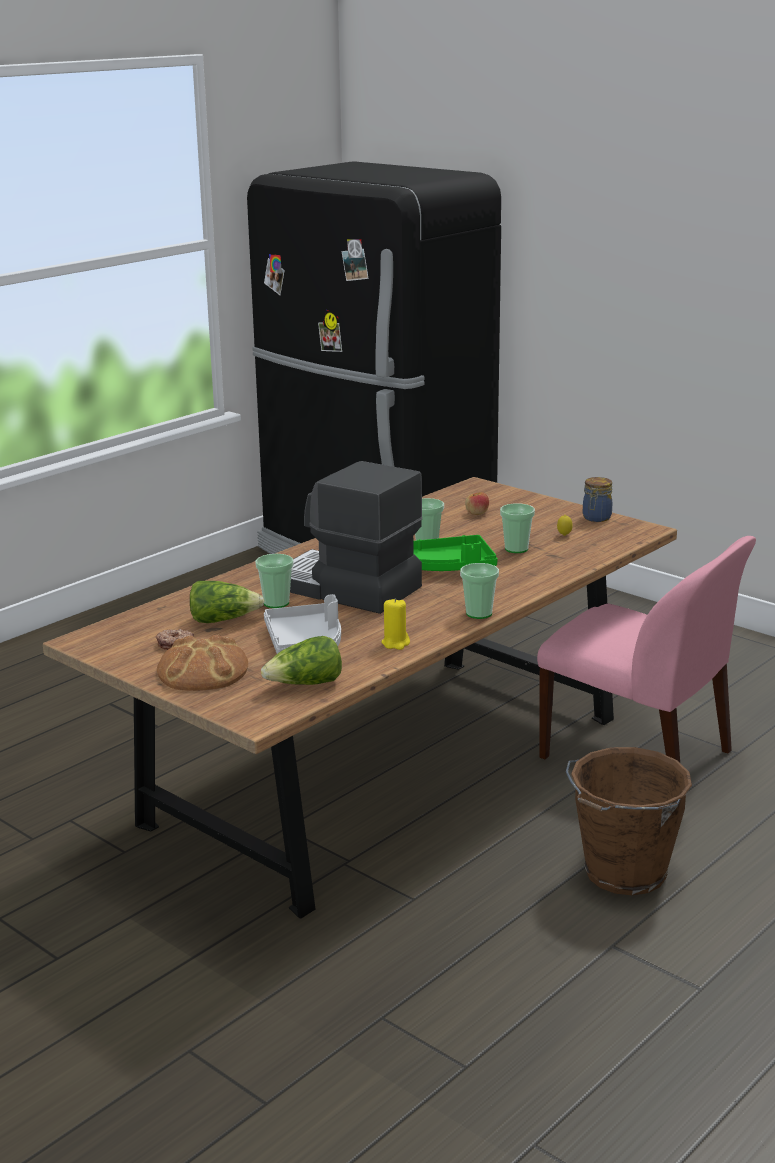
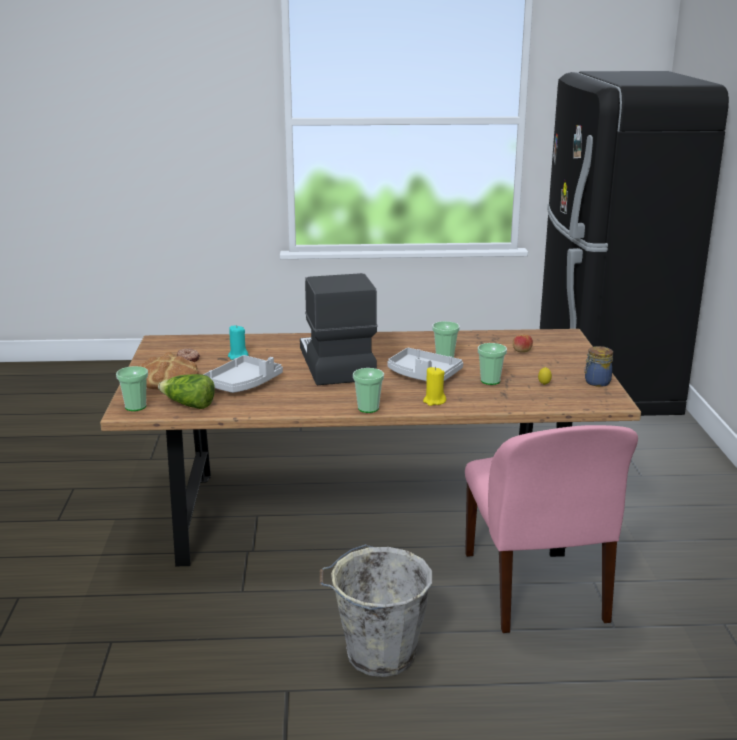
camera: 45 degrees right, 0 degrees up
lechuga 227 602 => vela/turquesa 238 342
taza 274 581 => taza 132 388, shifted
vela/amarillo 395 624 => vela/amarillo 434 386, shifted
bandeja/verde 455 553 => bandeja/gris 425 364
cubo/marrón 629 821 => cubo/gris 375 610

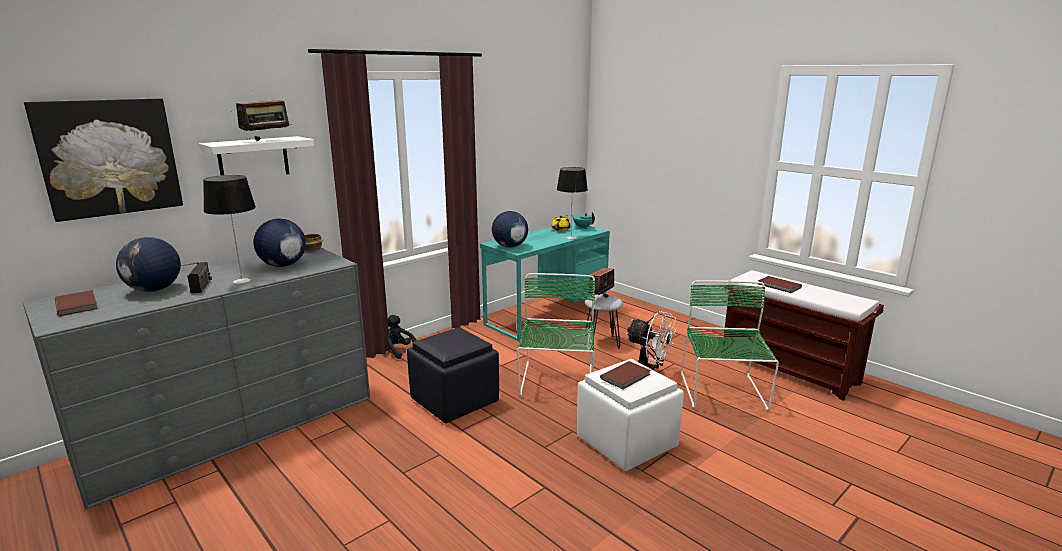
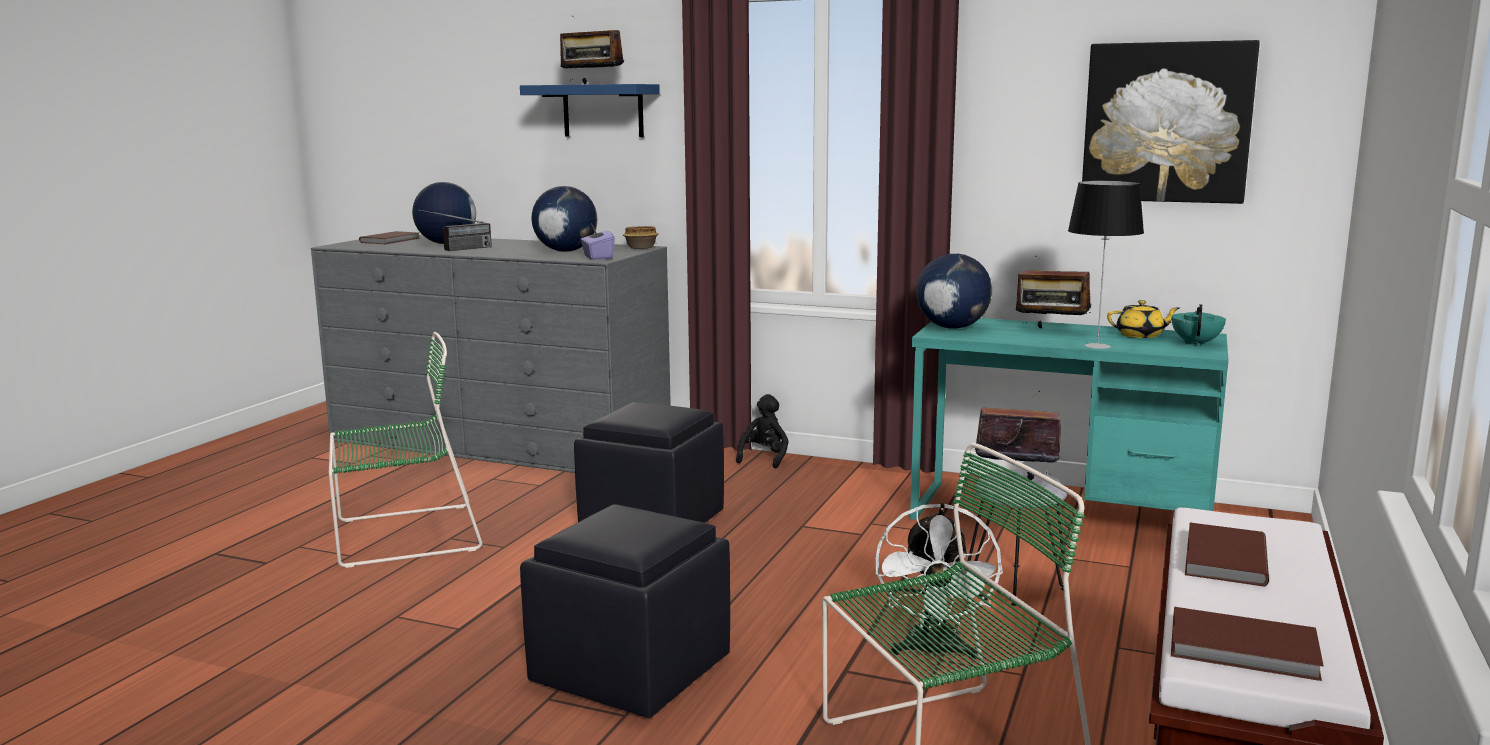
camera: 65 degrees right, 5 degrees down
cuadro 103 160 => cuadro 1171 122, shifted
estante/blanco 256 155 => estante/azul 590 110
lámpara de mesa 229 229 => nothing
silla/verde 556 334 => silla/verde 406 450, shifted
puf/blanco 630 415 => puf/negro 625 611
libro/marrón 625 375 => libro/marrón 1247 644, shifted
nothing => caja de pañuelos/morado 597 242
nothing => radio 1053 292

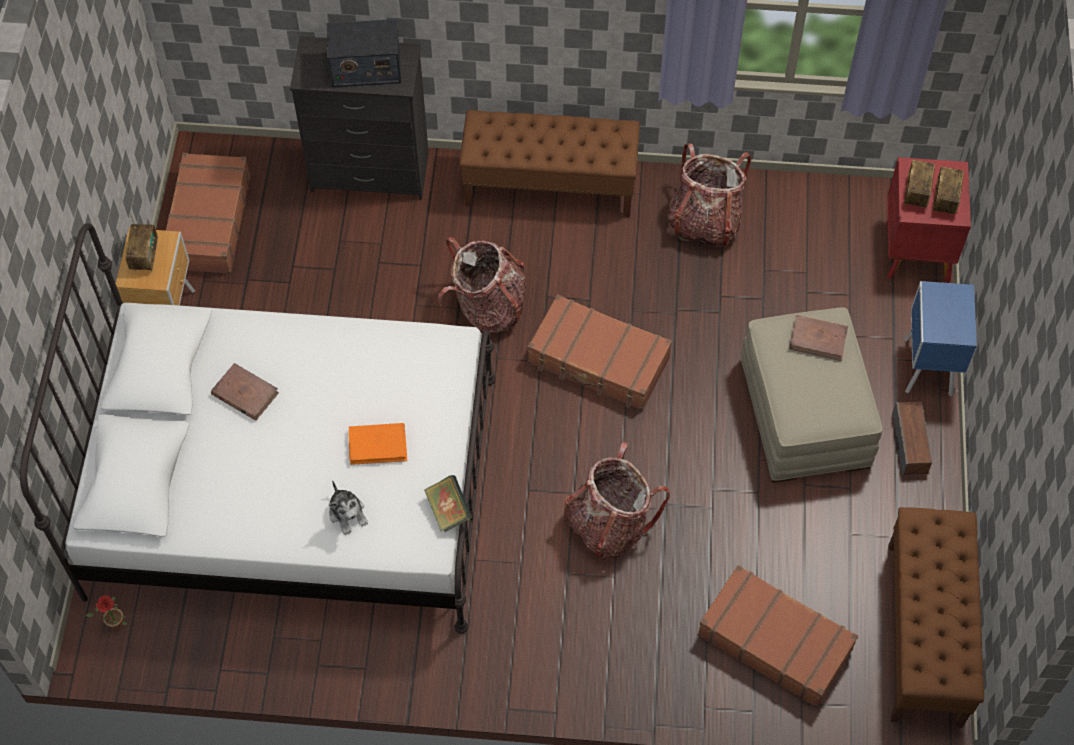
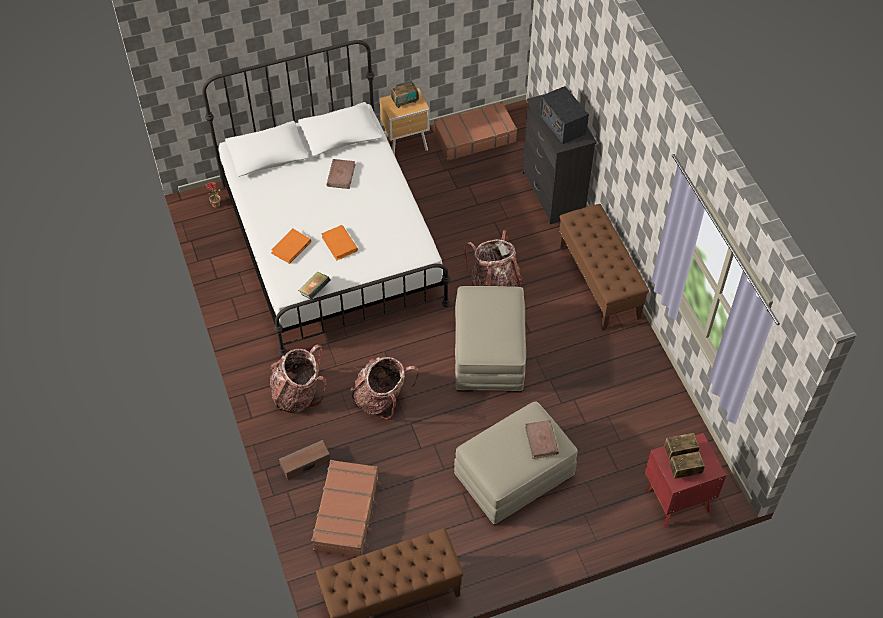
camera: 65 degrees right, 5 degrees down
peluche 348 507 => libro/naranja 291 246
maleta/marrón 600 352 => puf/beis 490 339
mochila 709 195 => mochila 298 378, shifted
altavoz 912 438 => altavoz 305 460, shifted
mesita de noche/azul 940 338 => nothing

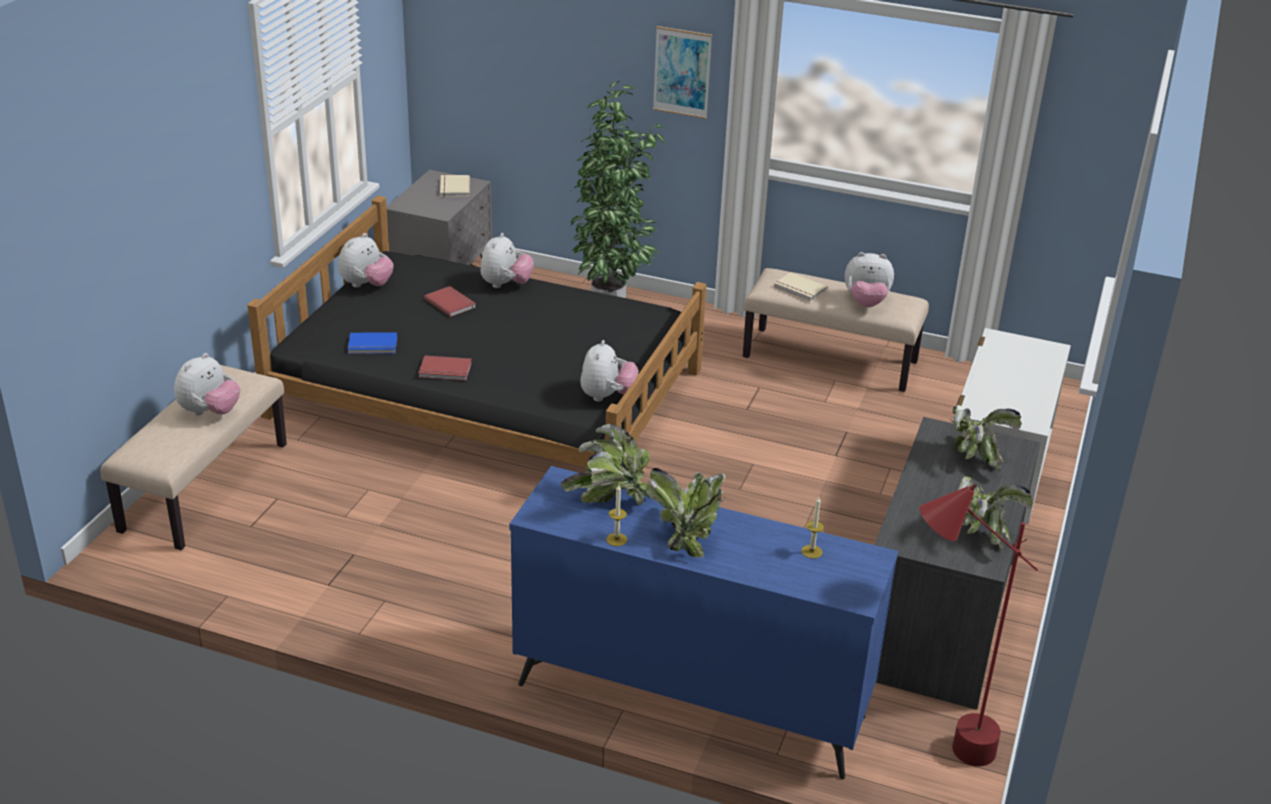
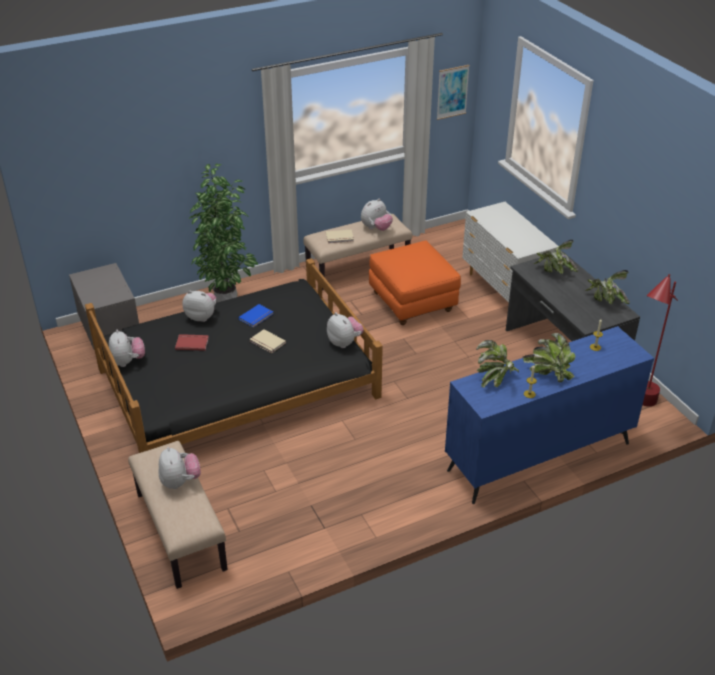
camera: 45 degrees left, 5 degrees up
libro/azul 372 343 => libro/azul 256 315, shifted
libro/rojo 445 368 => nothing
libro/beis 455 186 => libro/beis 268 341, shifted
peluche 507 260 => peluche 199 306, 45 degrees counterclockwise
cuadro 682 72 => cuadro 453 92, shifted
nothing => puf/naranja 415 283

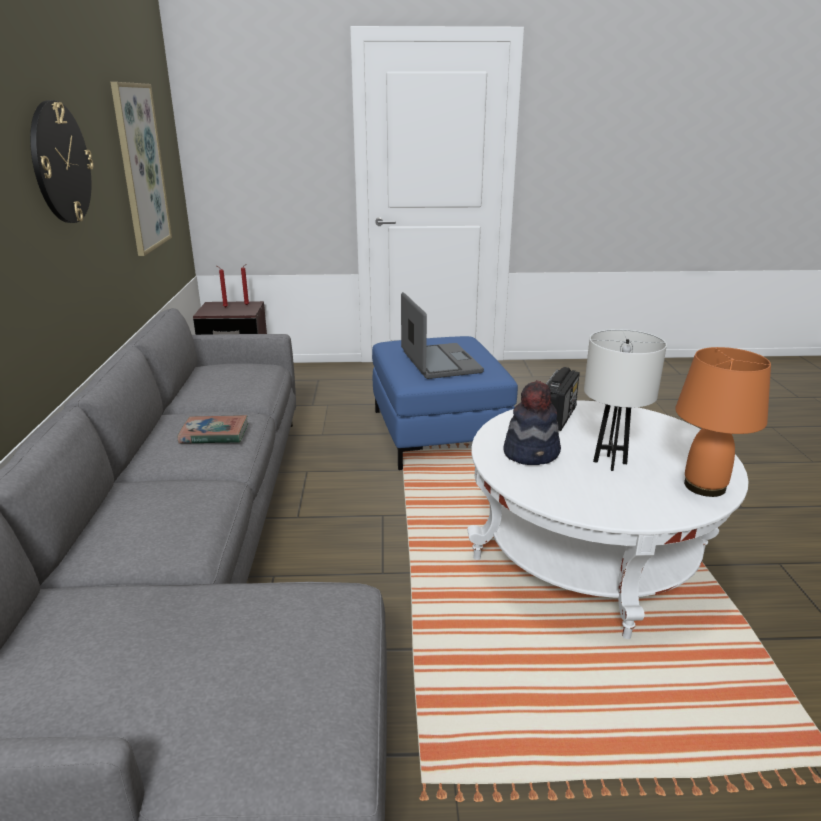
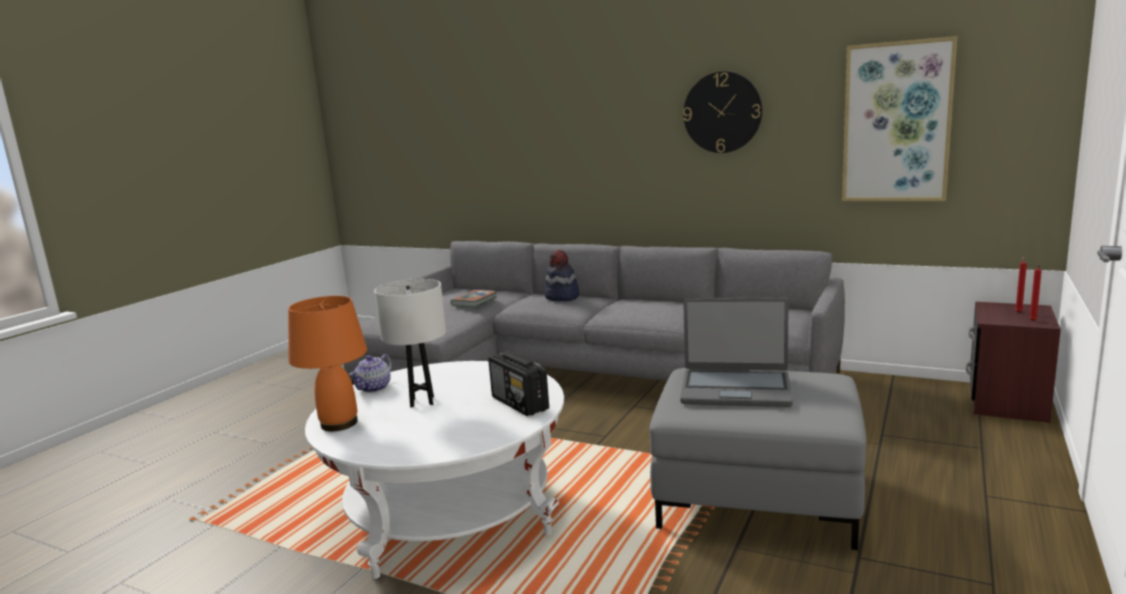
camera: 120 degrees right, 10 degrees down
libro 213 429 => libro 474 299, shifted
puf/azul 445 403 => puf/gris 758 459
sombrero 532 422 => sombrero 561 275, shifted
nothing => tetera 370 373

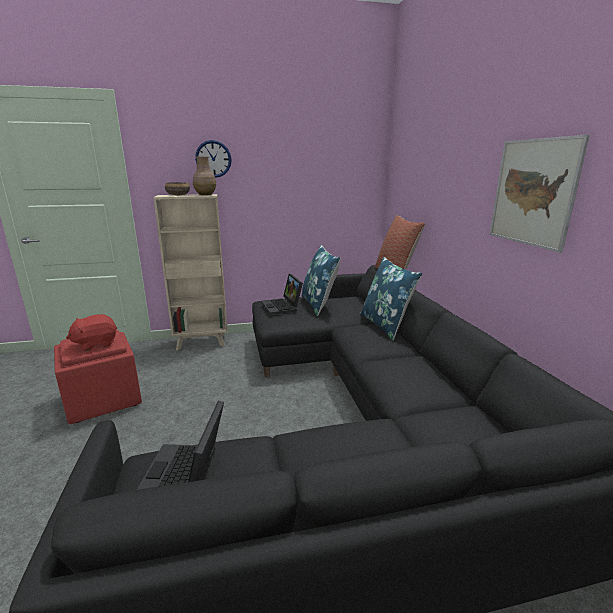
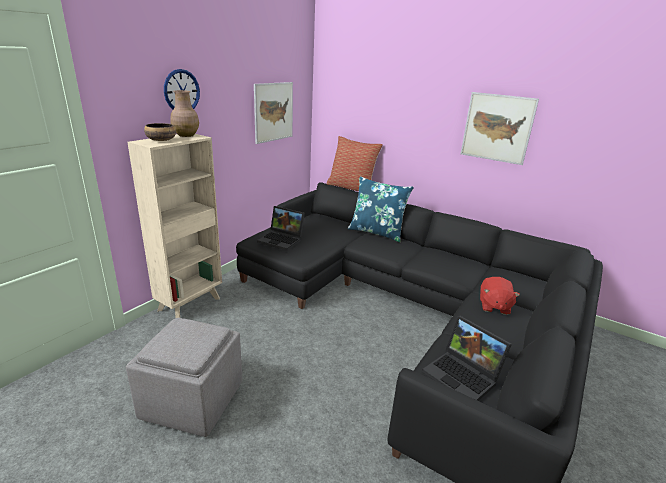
camera: 45 degrees left, 5 degrees up
puf/rojo 98 377 => puf/gris 184 377
peluche/rojo 91 332 => peluche/rojo 500 296, shifted
cojín/azul 321 280 => nothing
nothing => cuadro 273 113

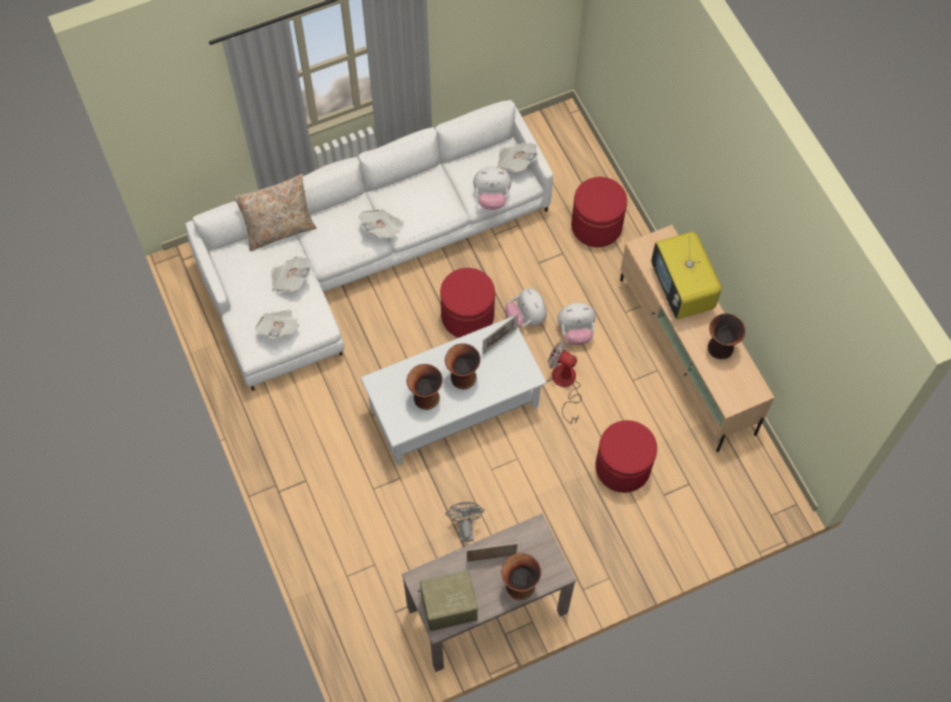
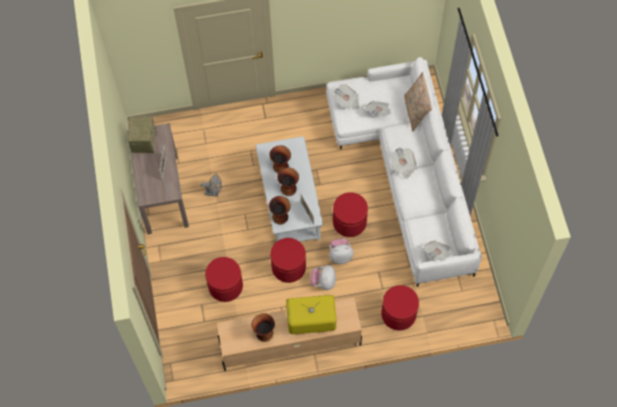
camera: 105 degrees right, 0 degrees up
peluche 492 188 => nothing
florero 521 576 => florero 280 210, shifted
ventilador 564 382 => puf/rojo 288 260

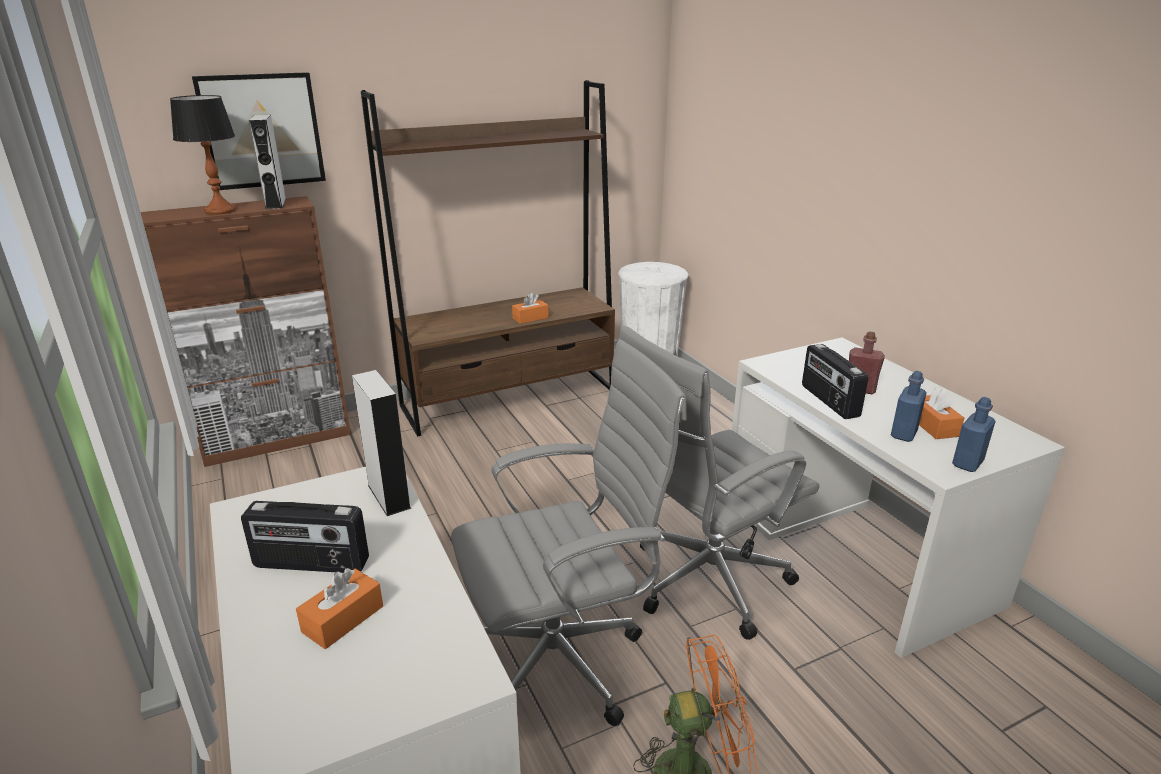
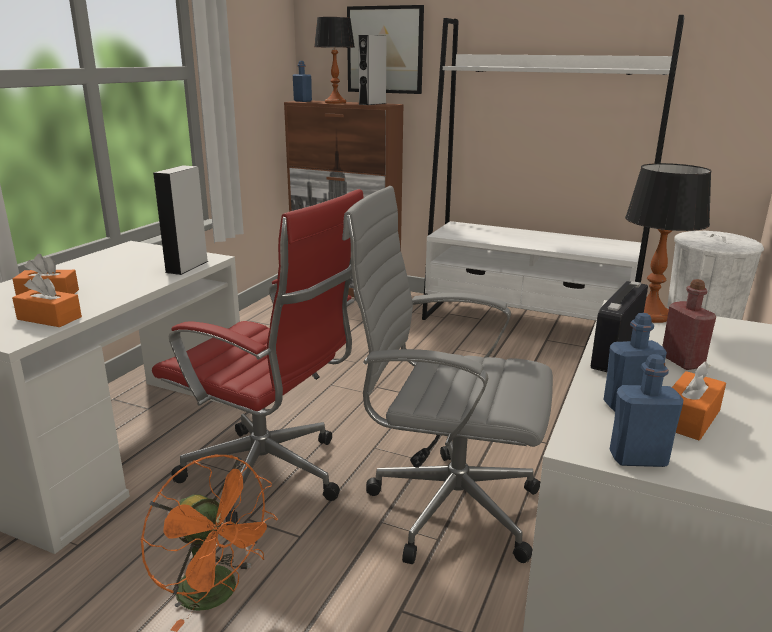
camera: 50 degrees right, 5 degrees down
radio 305 537 => nothing
estantería/marrón 488 258 => estantería/blanco 553 167
silla de oficina/gris 569 533 => silla de oficina/rojo 258 357
caja de pañuelos/naranja 530 308 => caja de pañuelos/naranja 47 300, shifted
nothing => botella/azul 302 81
nothing => lámpara de mesa 668 243

